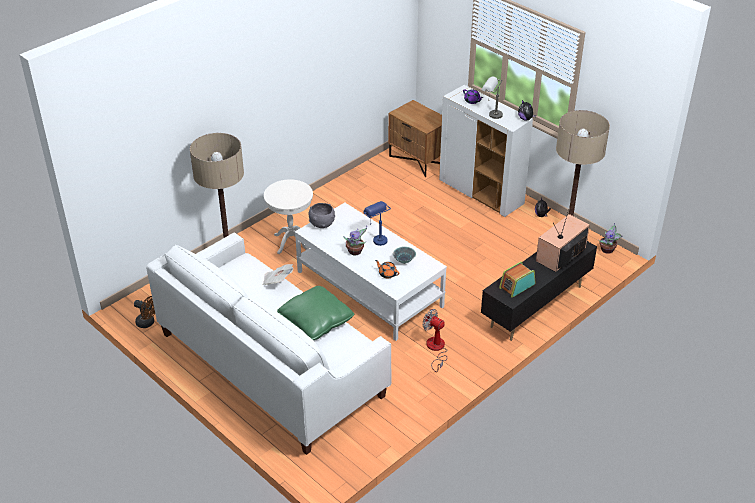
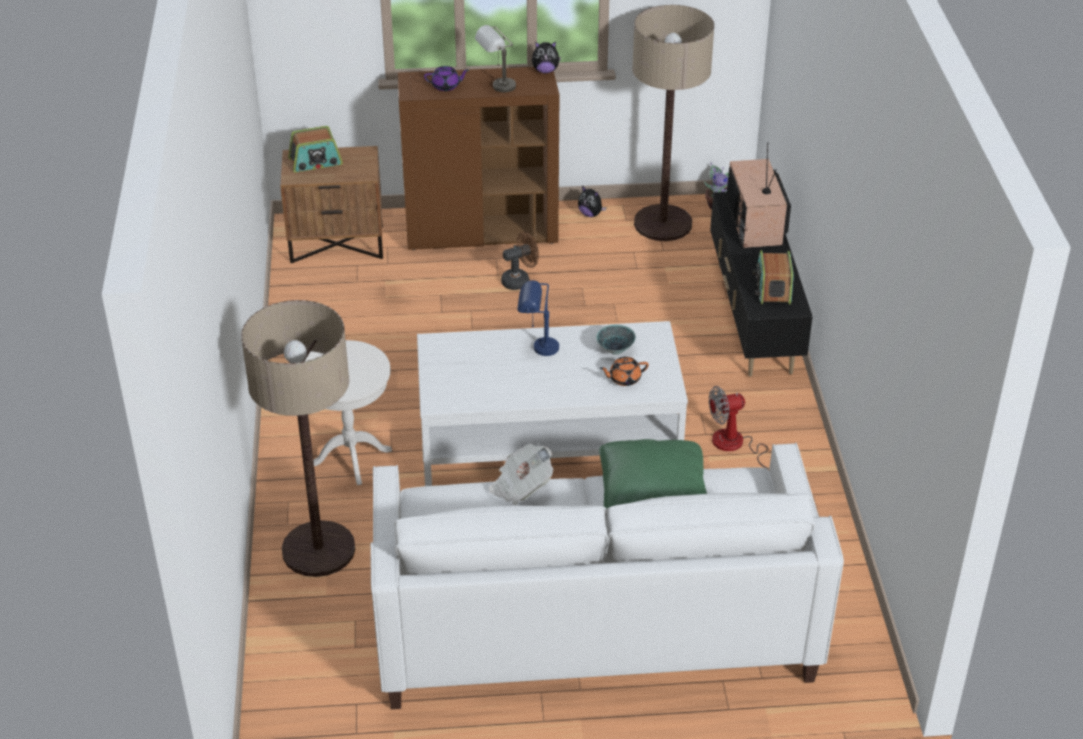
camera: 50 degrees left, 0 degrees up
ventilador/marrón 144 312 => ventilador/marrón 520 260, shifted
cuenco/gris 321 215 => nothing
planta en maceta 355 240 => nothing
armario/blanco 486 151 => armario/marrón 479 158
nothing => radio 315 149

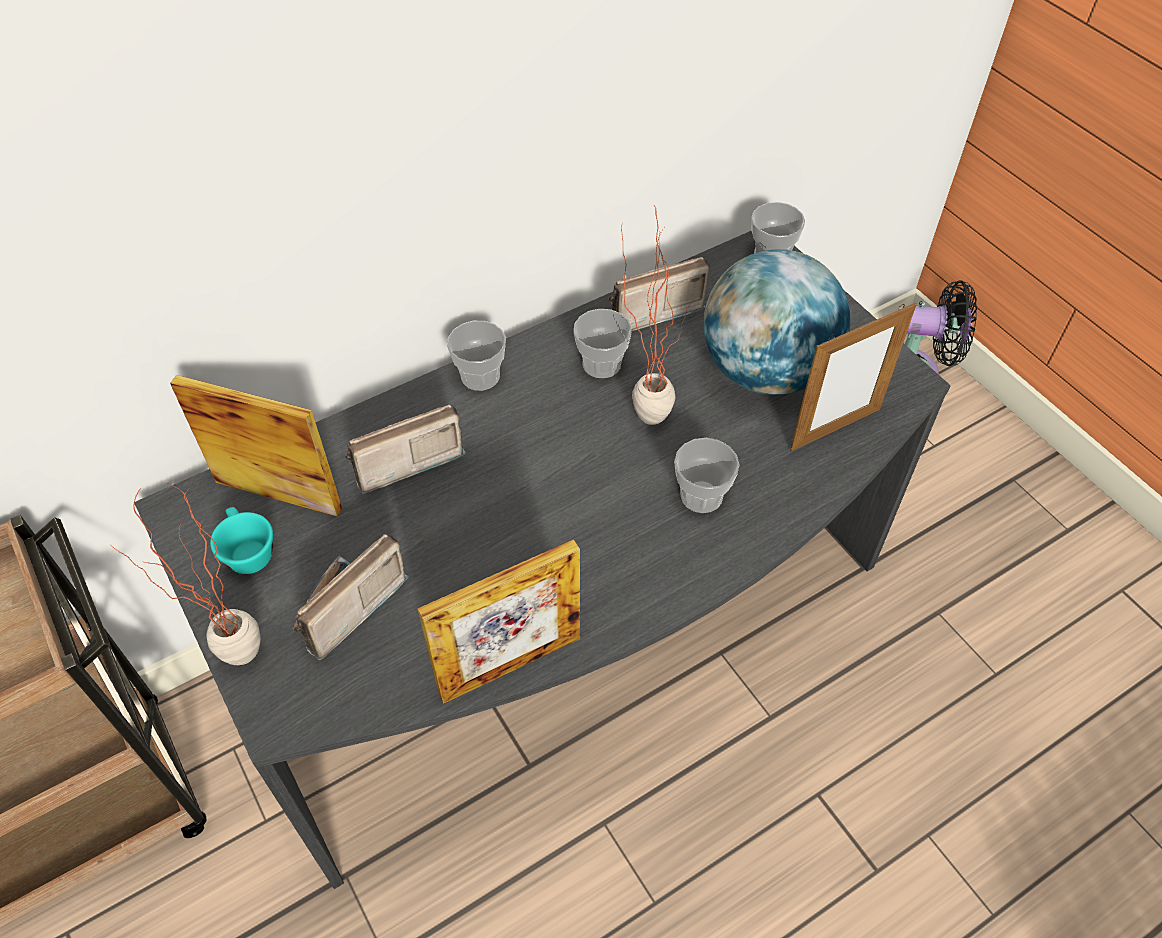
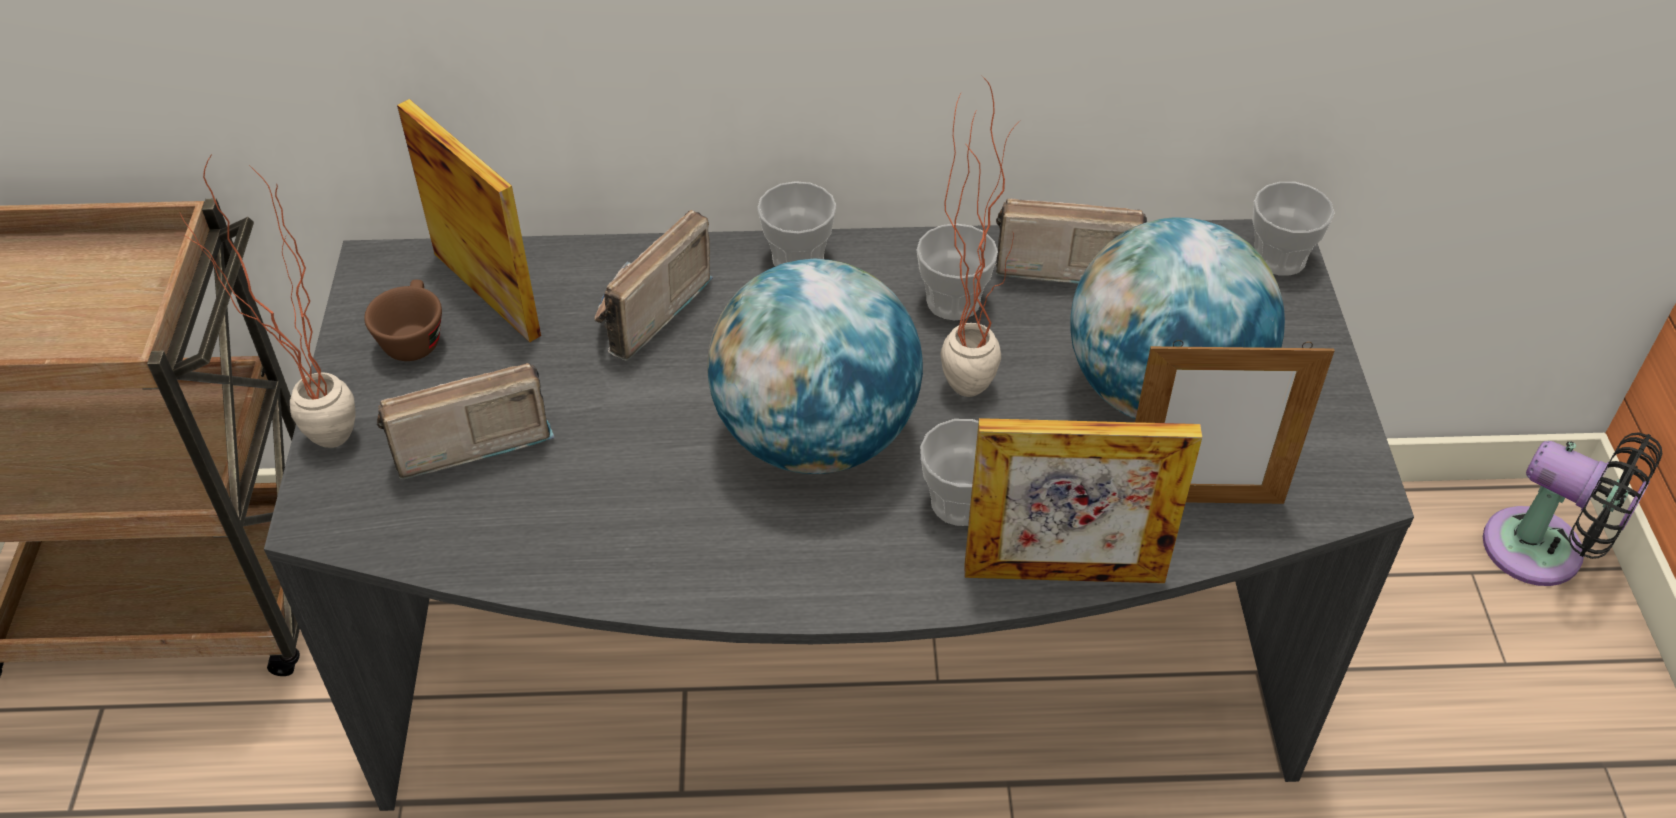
camera: 30 degrees right, 5 degrees down
taza/turquesa 241 540 => taza/marrón 403 320
radio 406 448 => radio 653 285, 60 degrees counterclockwise
portarretratos 499 621 => portarretratos 1083 500, shifted
nothing => globo terráqueo 815 366

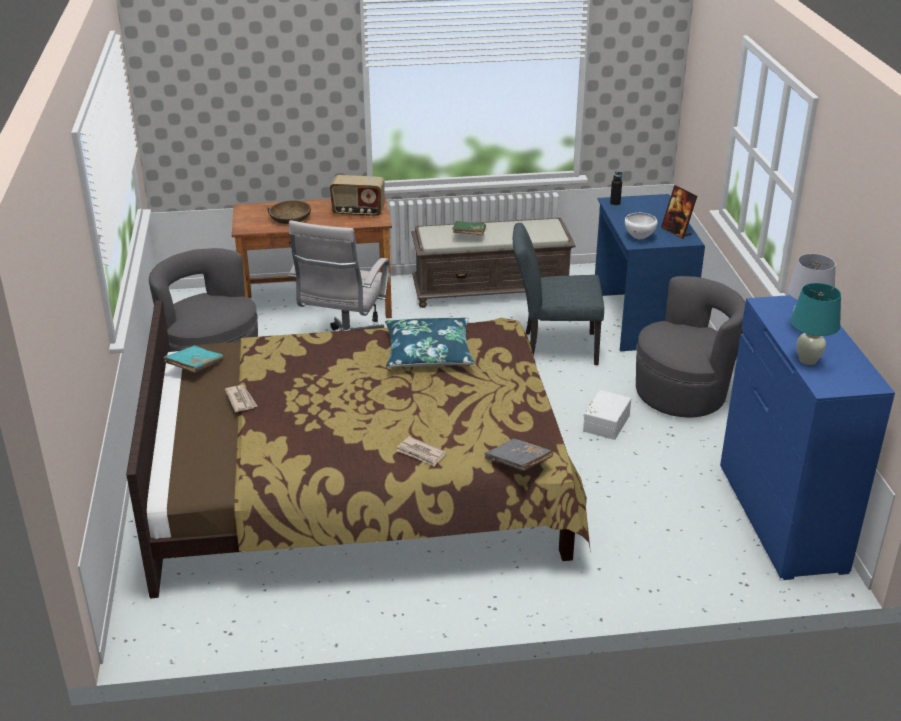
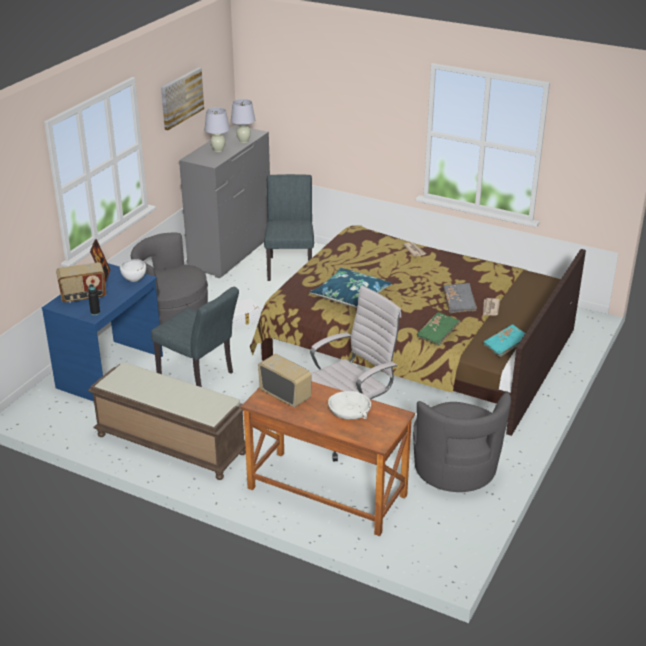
camera: 145 degrees left, 0 degrees up
cuenco/marrón 289 212 => cuenco/blanco 349 405
libro/verde 469 228 => libro/verde 438 329, shifted
libro/gris 518 454 => libro/gris 460 298, shifted
cómoda/azul 807 437 => cómoda/gris 224 201
lámpara de mesa/turquesa 816 324 => lámpara de mesa/blanco 243 121
nothing => radio 81 282
nothing => cuadro 182 98
nothing => silla/gris 289 227

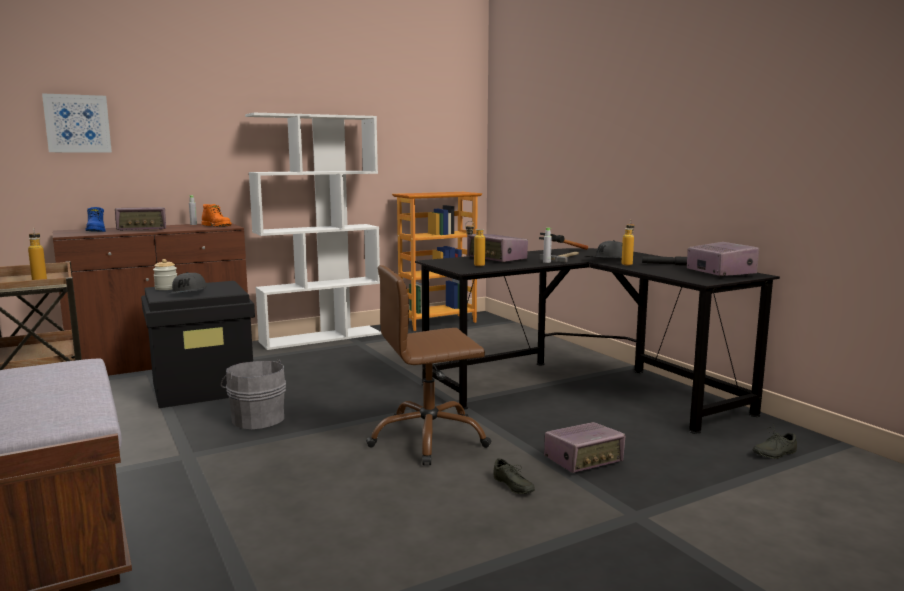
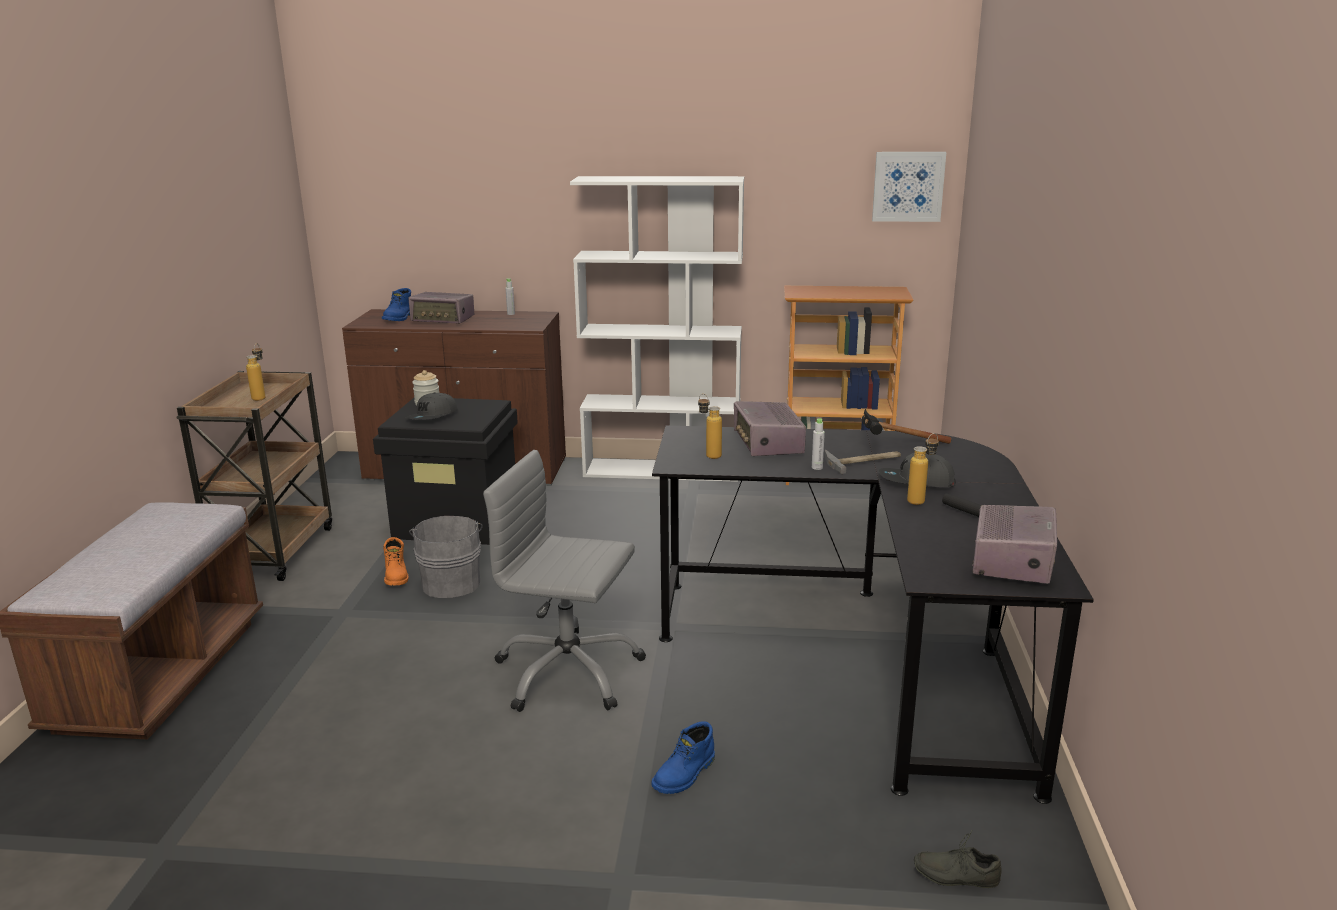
camera: 35 degrees right, 10 degrees up
cuadro 77 122 => cuadro 909 187, shifted
bota/naranja 216 215 => bota/naranja 395 561, shifted
silla de oficina/marrón 428 365 => silla de oficina/gris 564 581
zapato/gris 514 476 => nothing
radio 584 447 => bota/azul 683 757

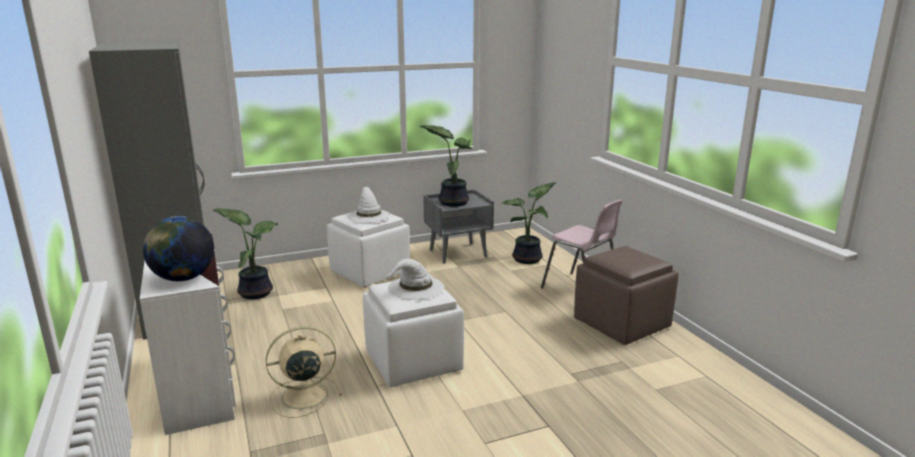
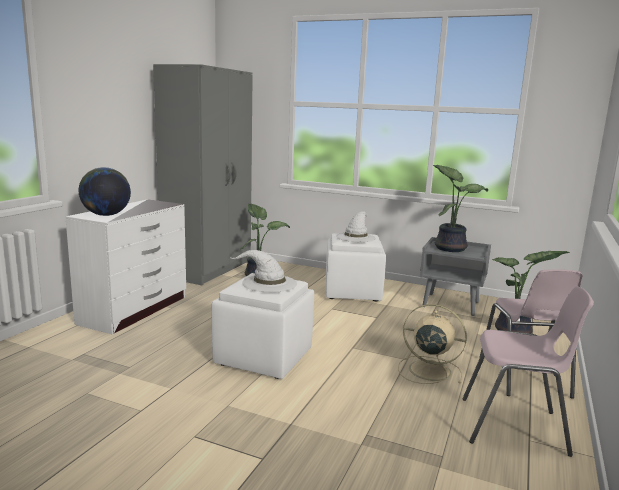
camera: 45 degrees right, 5 degrees down
ventilador/beis 304 372 => ventilador/beis 432 344, shifted
puf/marrón 626 295 => silla/rosa 528 371

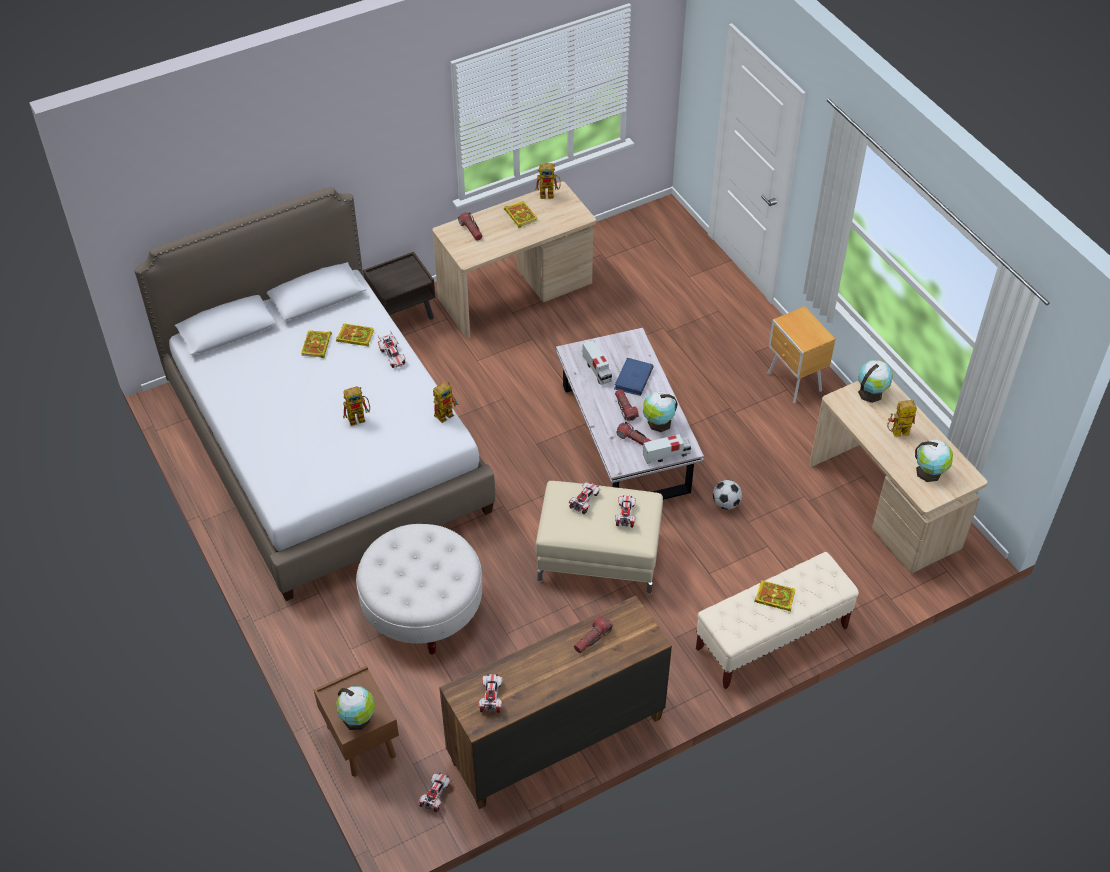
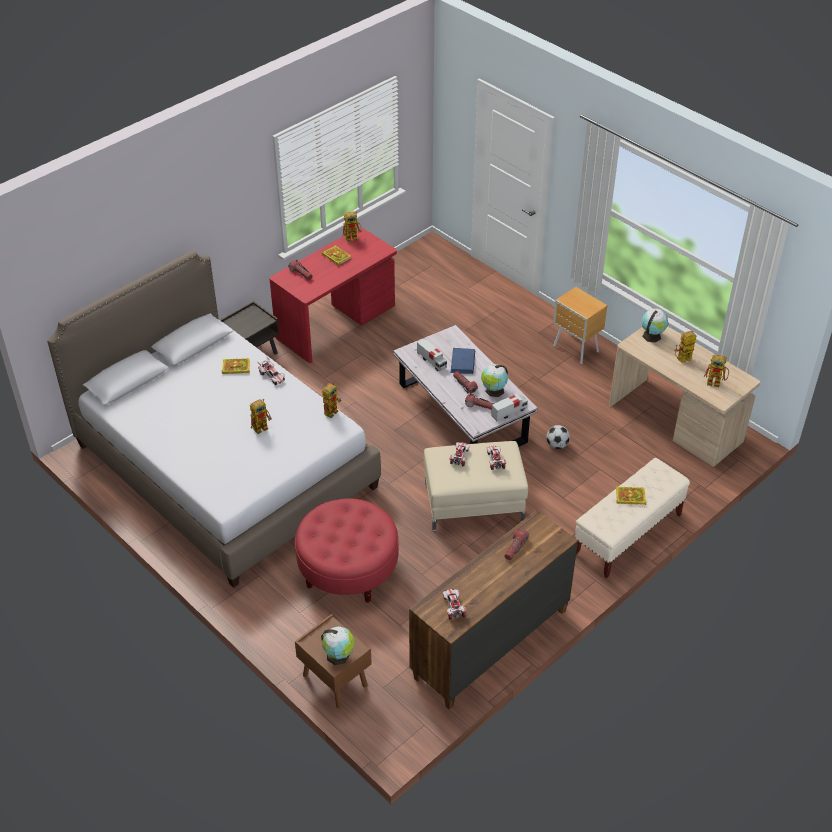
camera: 15 degrees left, 5 degrees down
libro 316 344 => nothing
puf/blanco 419 589 => puf/rojo 347 550
coche de juguete 434 792 => nothing
escritorio/beis 514 259 => escritorio/rojo 333 295
globo terráqueo 934 461 => robot de juguete 716 370

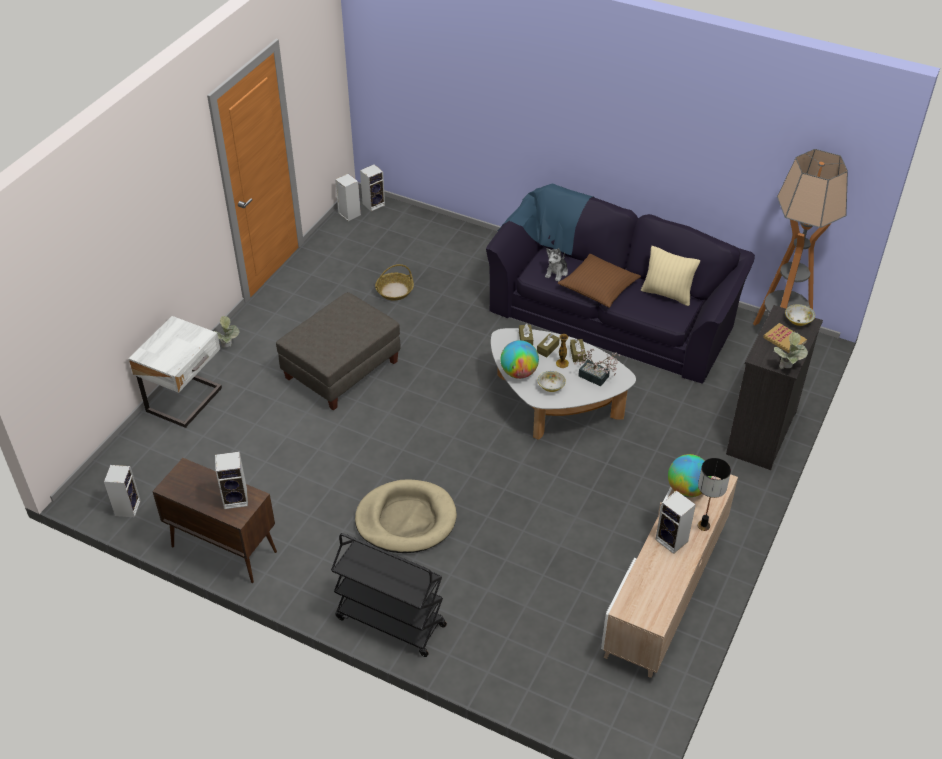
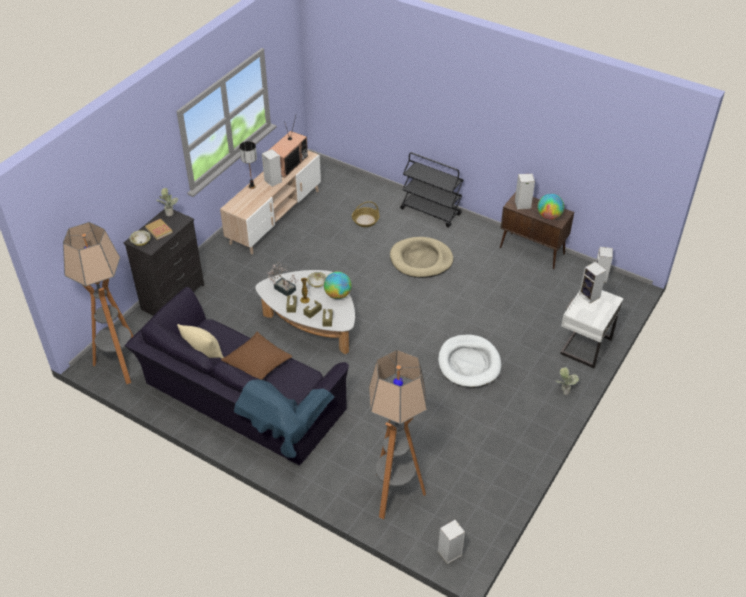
camera: 175 degrees left, 0 degrees up
puf/gris 338 351 => cama para perro/blanco 469 361
altavoz 348 197 => altavoz 593 282, shifted
cesta 394 282 => cesta 365 214, shifted
peluche 556 265 => nothing
globo terráqueo 689 475 => globo terráqueo 551 207, shifted
nothing => televisor 288 147
nothing => lámpara de pie 398 434

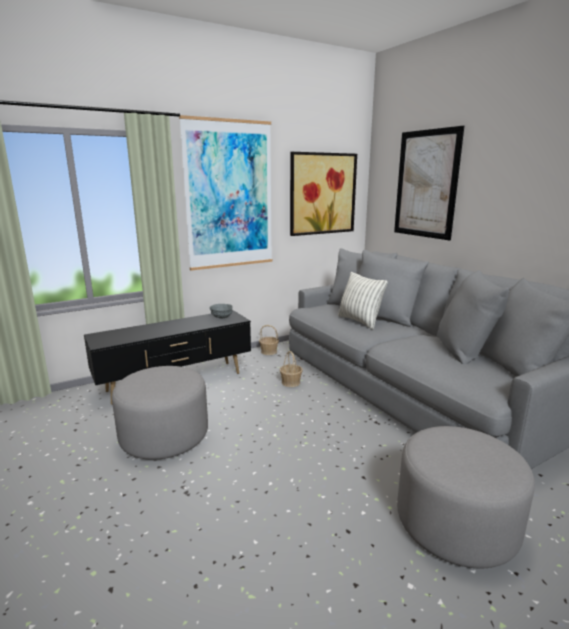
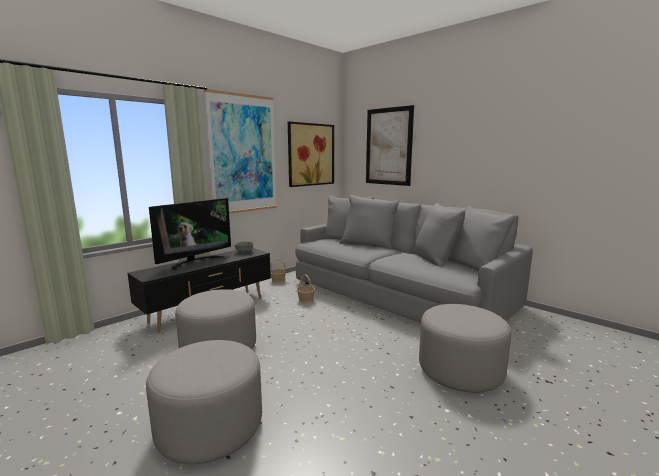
camera: 15 degrees left, 5 degrees down
cojín 363 300 => nothing
nothing => puf/gris 204 402
nothing => televisor 190 234

